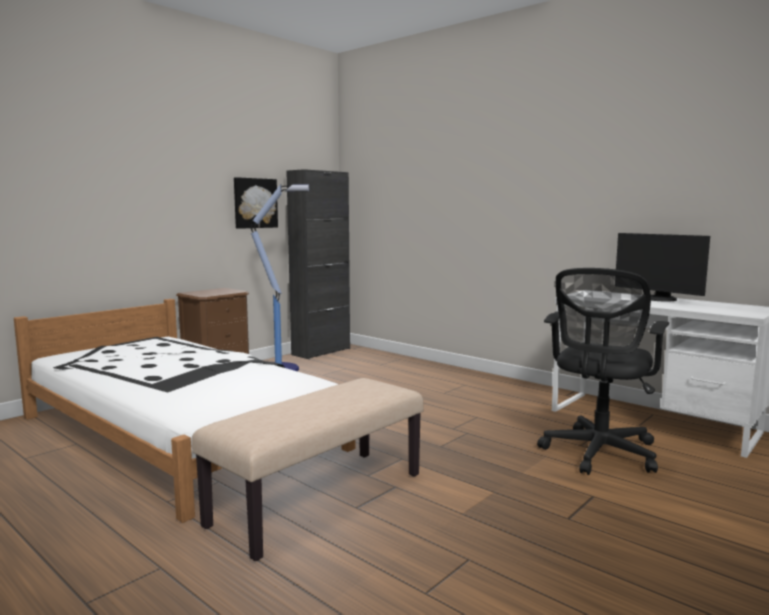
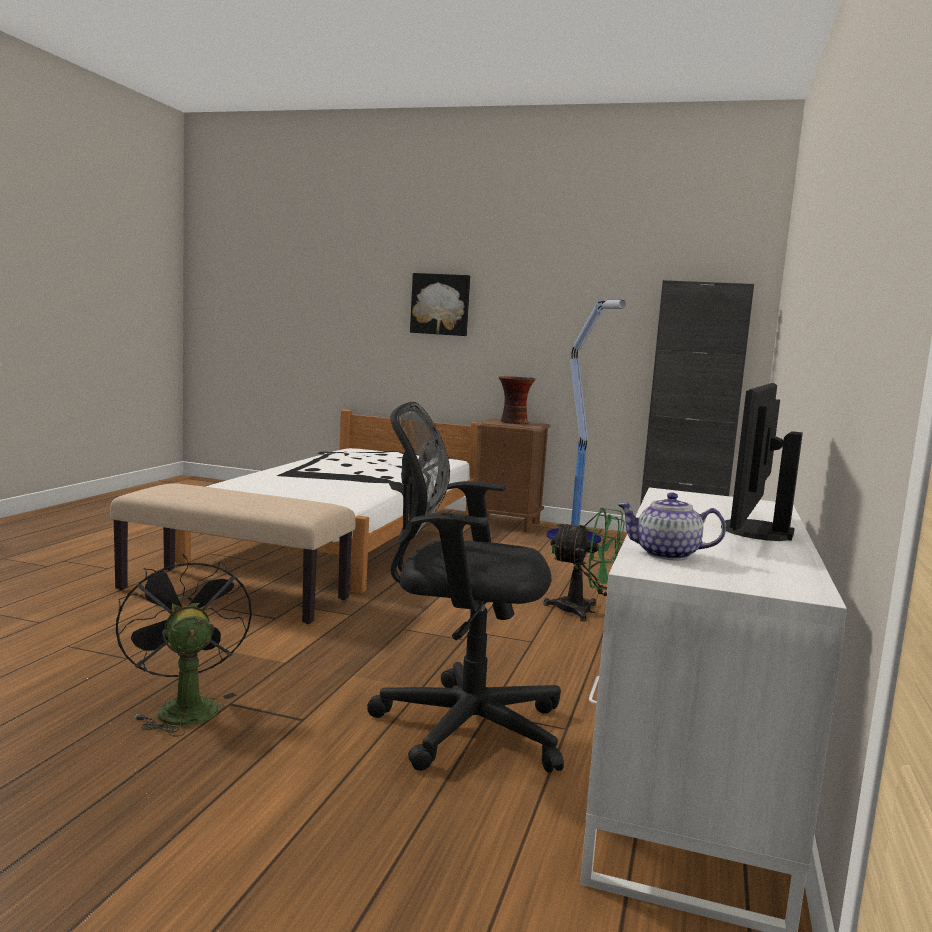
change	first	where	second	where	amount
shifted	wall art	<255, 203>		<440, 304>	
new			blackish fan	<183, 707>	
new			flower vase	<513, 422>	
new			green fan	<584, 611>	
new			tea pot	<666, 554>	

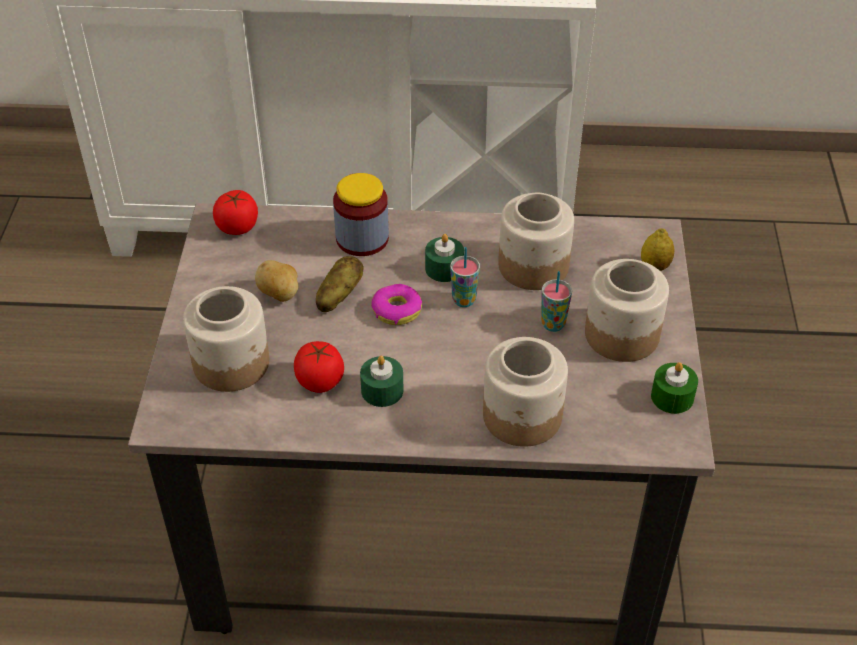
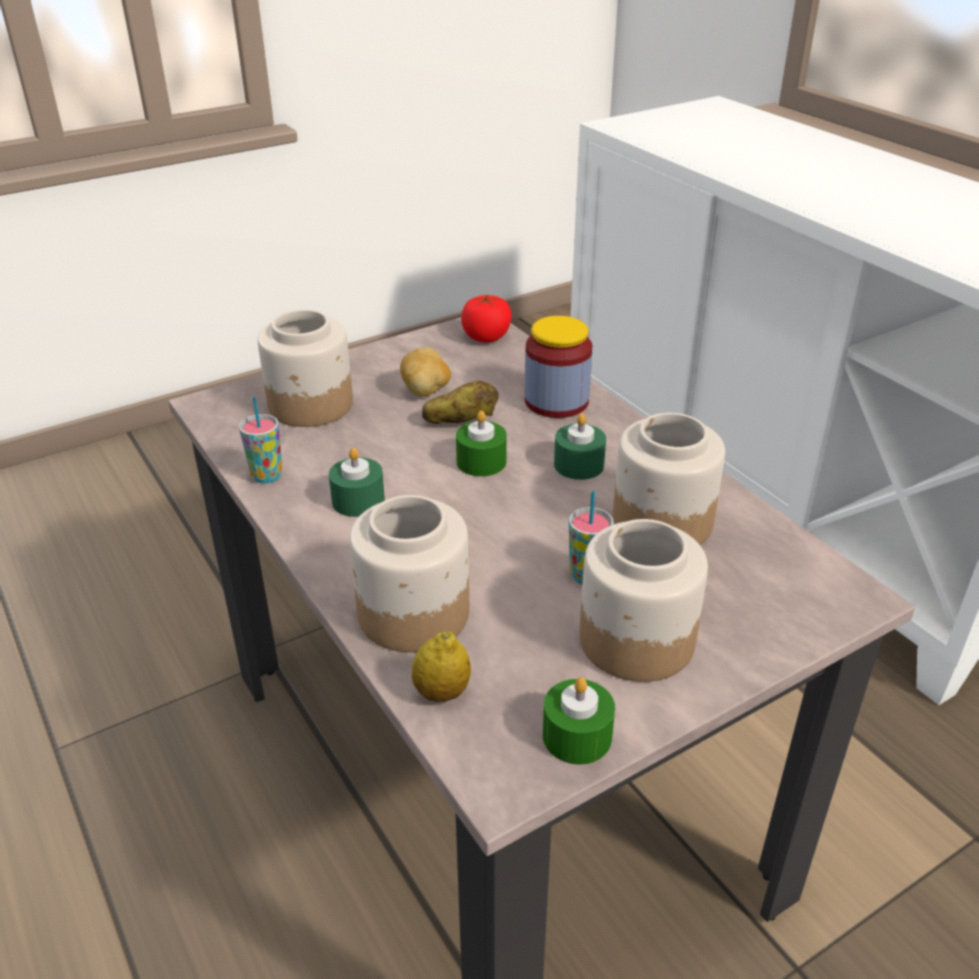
change	first	where	second	where	amount
gone	whole tomato	<320, 380>			
swapped	ring doughnut	<396, 310>	green wax light	<481, 462>	
shifted	drinking cup	<464, 300>		<267, 476>	
shifted	citrus fruit	<655, 266>		<442, 692>	

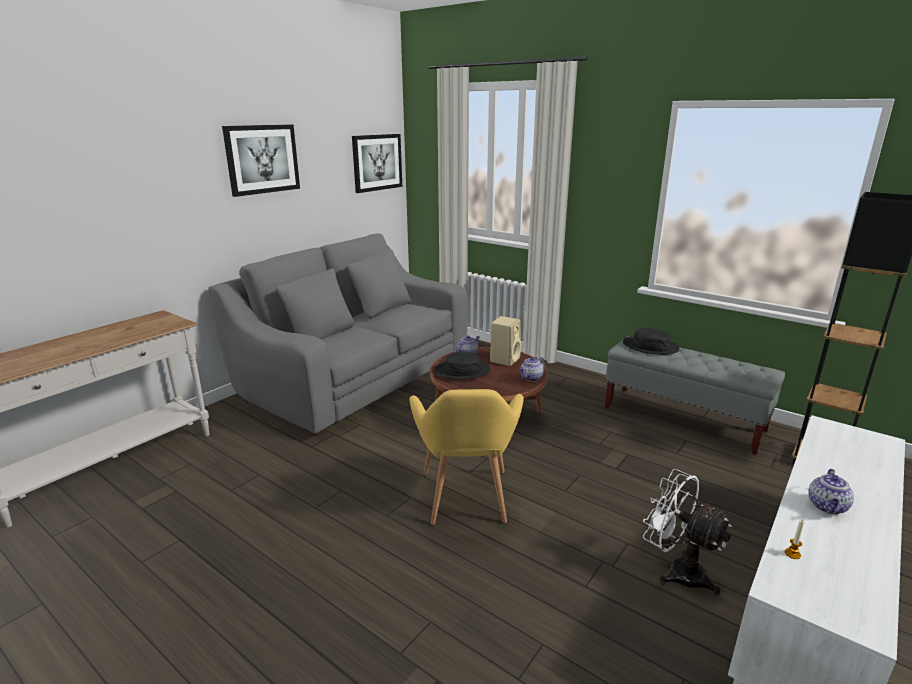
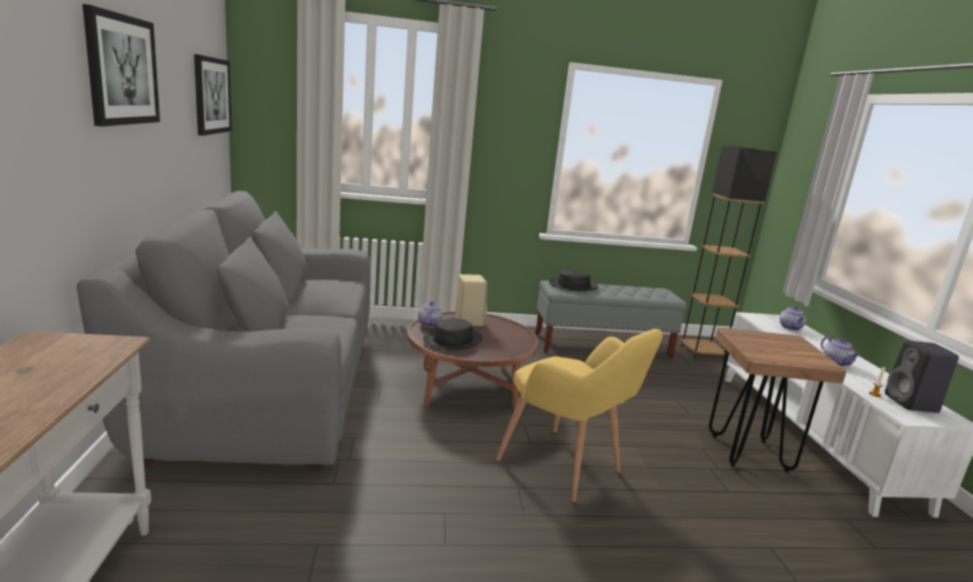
change	first	where	second	where	amount
shifted	tea pot	<531, 378>		<790, 328>	
swapped	whitish fan	<677, 571>	brown-coloured sitting stool	<749, 453>	
new			blackish audio speaker	<912, 404>	

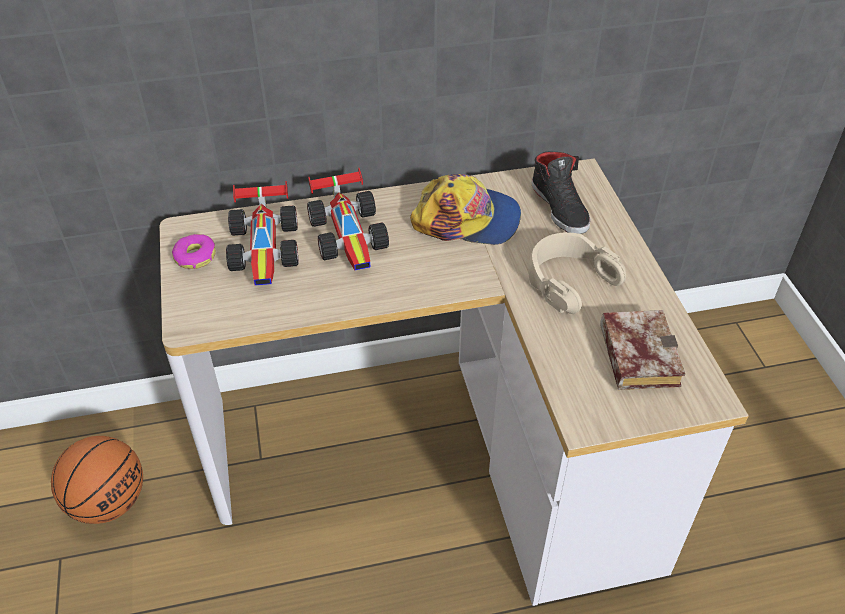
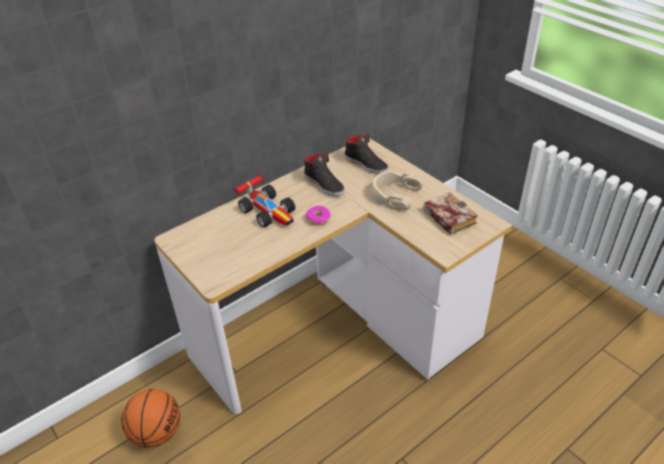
change	first	where	second	where	amount
shifted	ring doughnut	<195, 257>		<318, 219>	
gone	toy car	<266, 248>			
swapped	peaked cap	<467, 219>	blackish item of footwear	<324, 184>	

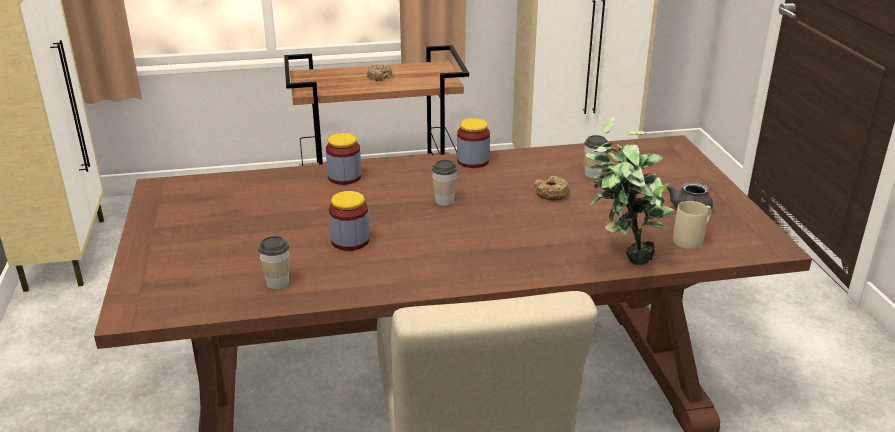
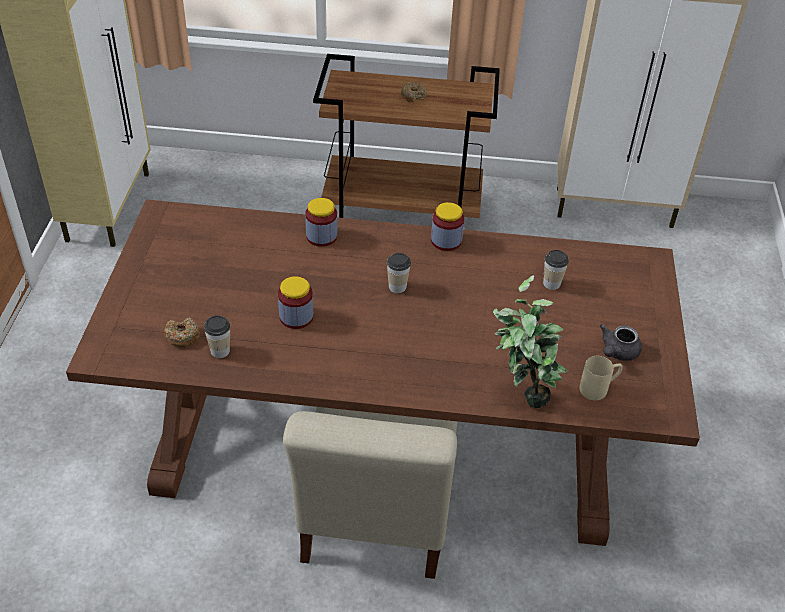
change	first	where	second	where	amount
shifted	ring doughnut	<551, 194>		<182, 336>	

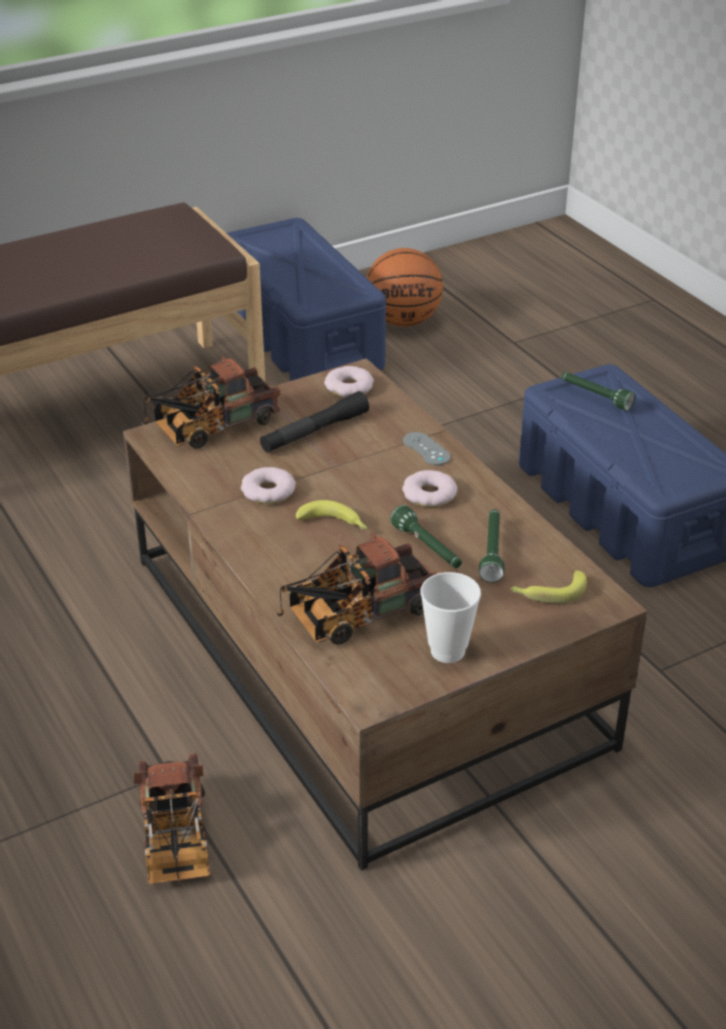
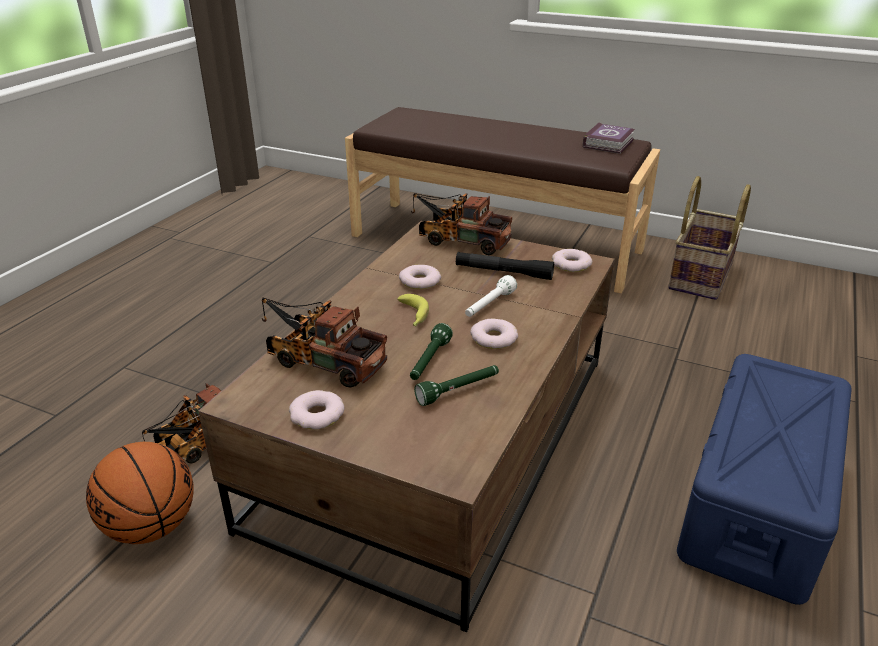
change	first	where	second	where	amount
swapped	blue storage box	<302, 337>	household basket	<702, 276>	
shifted	ball for basketball	<403, 321>		<151, 526>	
gone	grey game controller	<426, 449>			
swapped	drinking cup	<447, 651>	ring doughnut	<317, 415>	
gone	banana fruit	<548, 592>			
gone	green hand torch	<595, 396>			
new			whitish hand torch	<489, 305>	
new			book	<609, 143>	

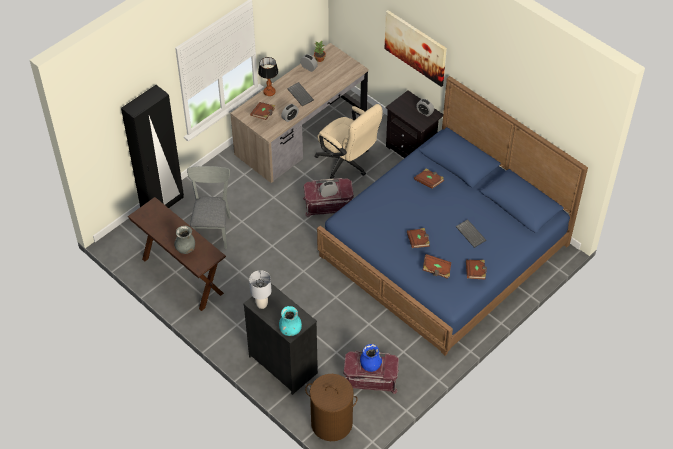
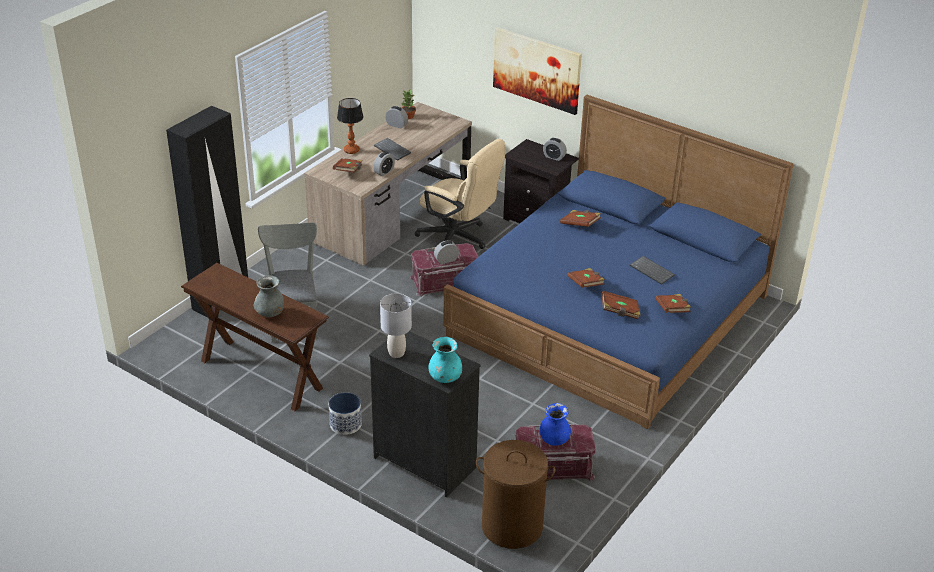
change	first	where	second	where	amount
new			plant pot	<345, 424>	

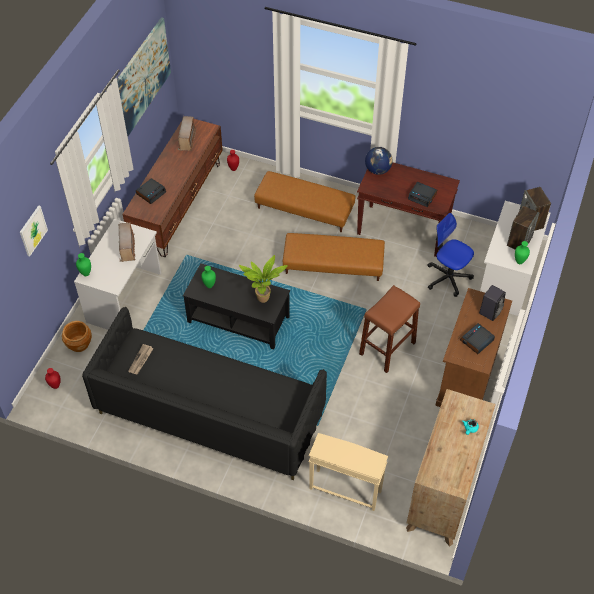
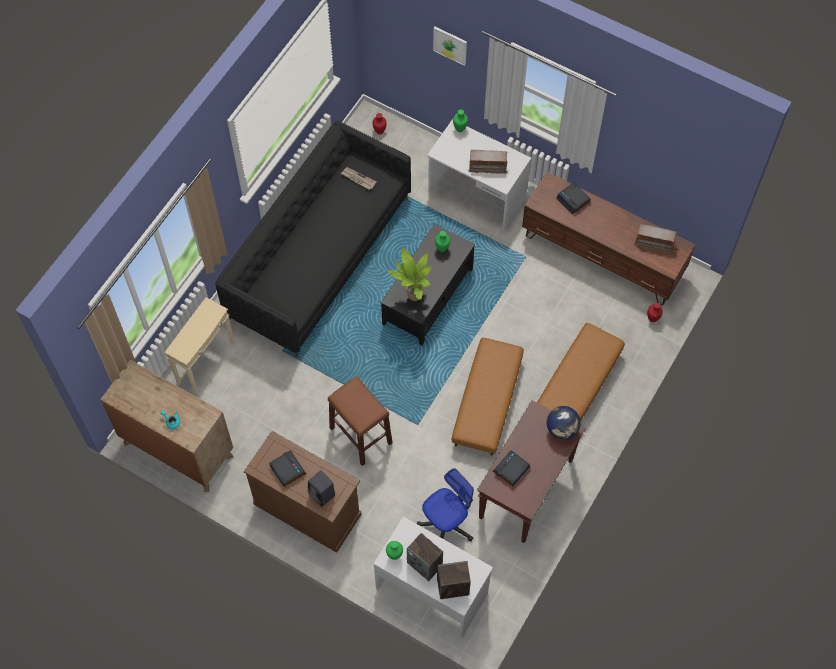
change	first	where	second	where	amount
gone	brown-coloured plant pot	<79, 344>			
gone	wall art	<142, 77>			

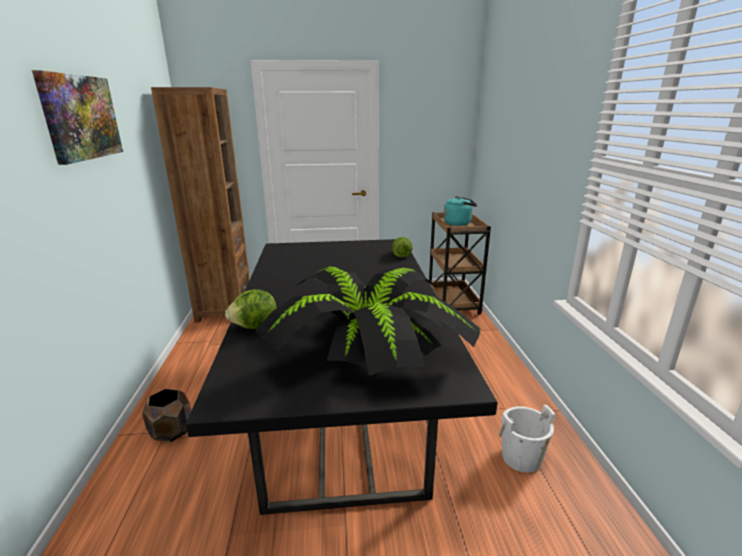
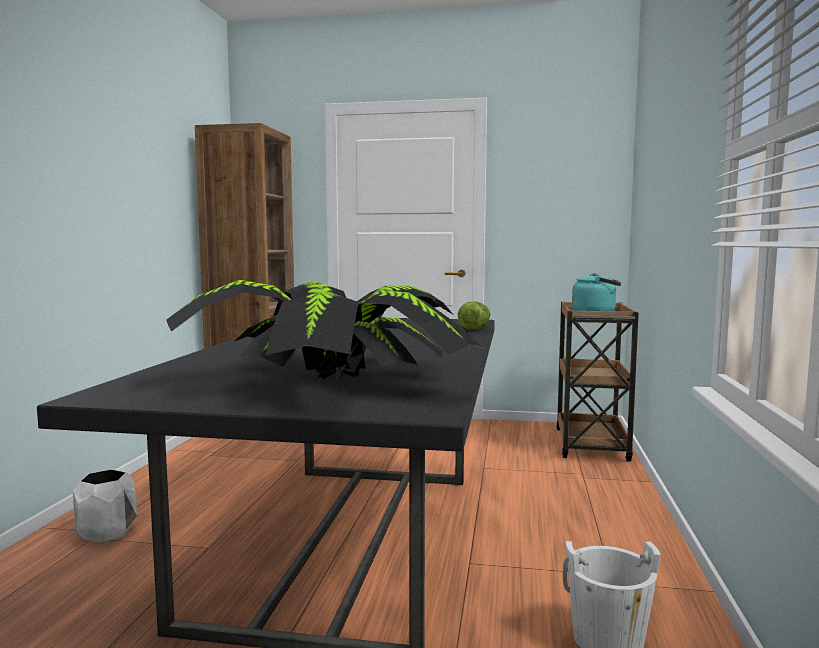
change	first	where	second	where	amount
gone	wall art	<81, 117>			
repainted	brown-coloured plant pot	<172, 431>	whitish plant pot	<107, 532>	
gone	lettuce head	<255, 327>			

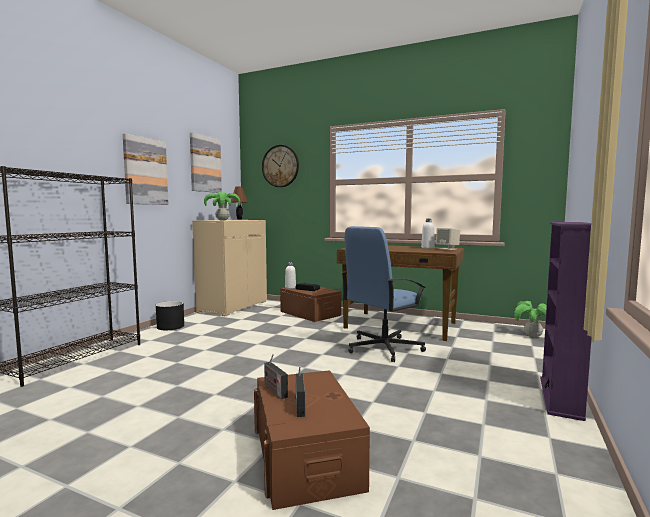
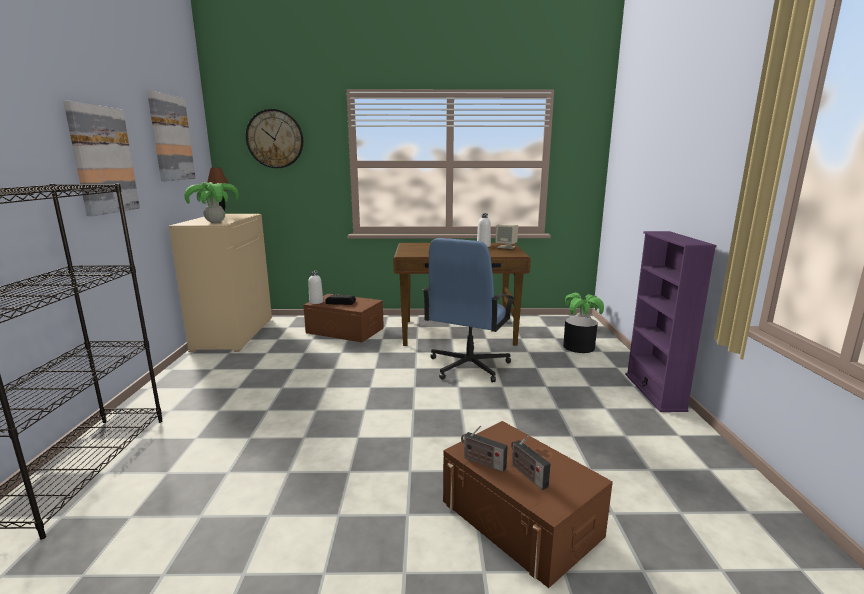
change	first	where	second	where	amount
shifted	blackish plant pot	<170, 326>		<578, 347>	

